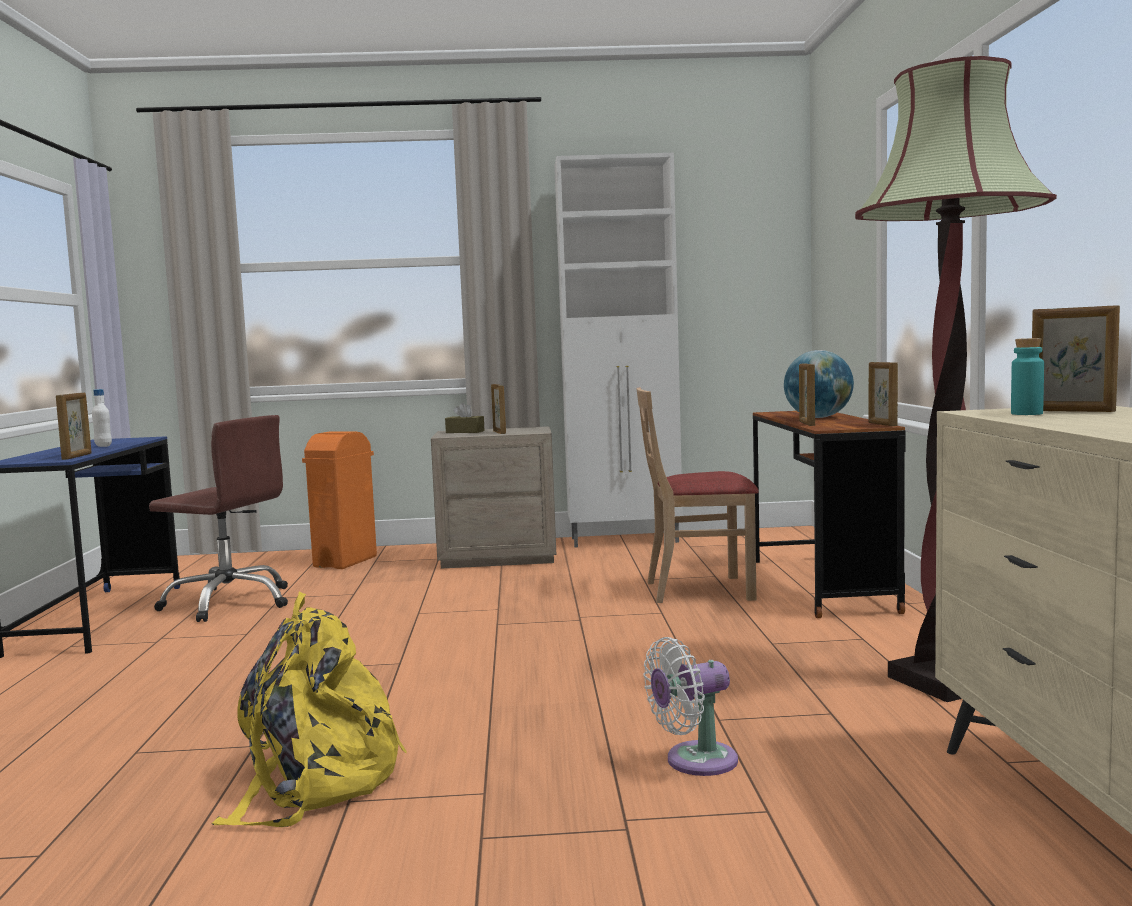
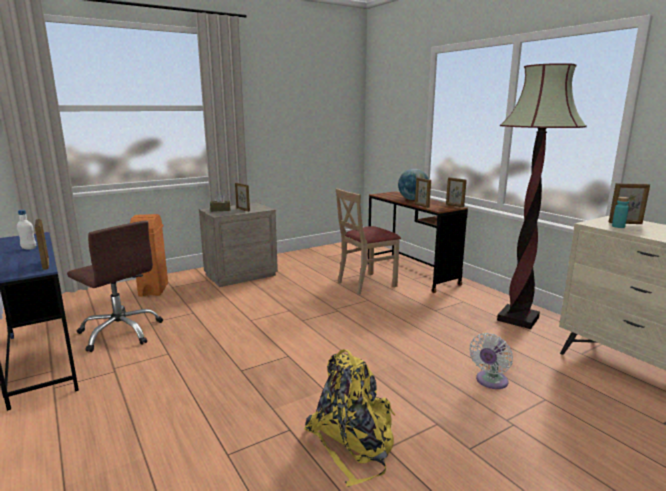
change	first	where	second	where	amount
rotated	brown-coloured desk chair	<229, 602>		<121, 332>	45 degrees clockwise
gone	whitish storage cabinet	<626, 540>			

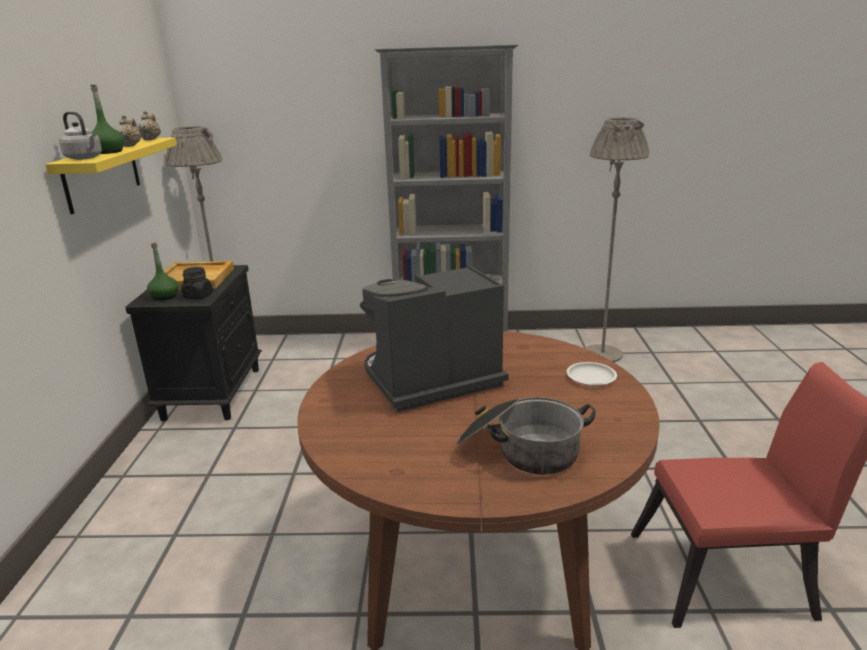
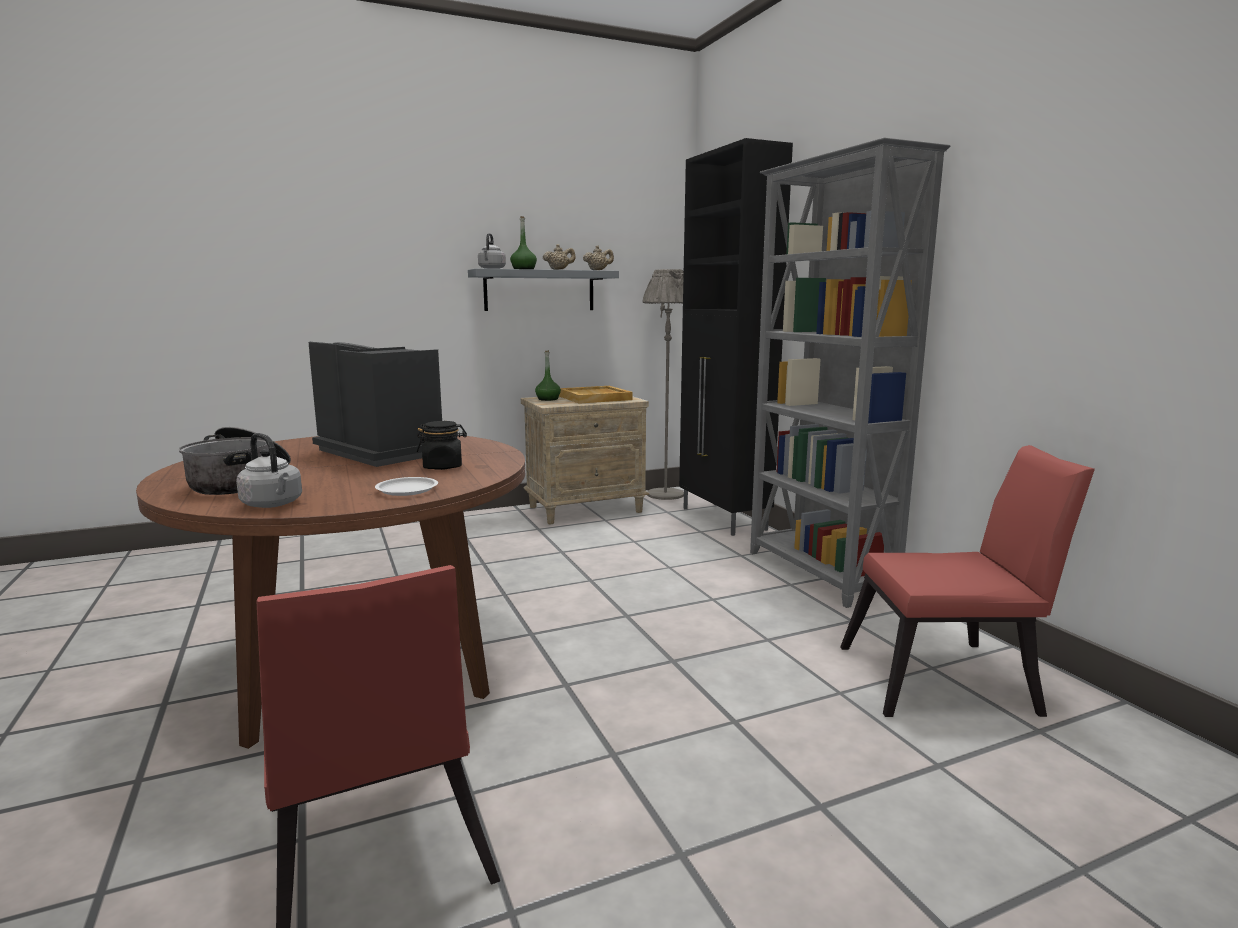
change	first	where	second	where	amount
repainted	yellow-coloured wall shelf	<102, 174>	grey wall shelf	<539, 290>	
repainted	blackish bedside table	<212, 393>	beige bedside table	<586, 509>	
shifted	blackish storage jar	<198, 296>		<443, 466>	
swapped	grey standard lamp	<602, 354>	red upright chair	<949, 680>	
new			grey kettle	<273, 504>	
new			blackish storage cabinet	<723, 519>	

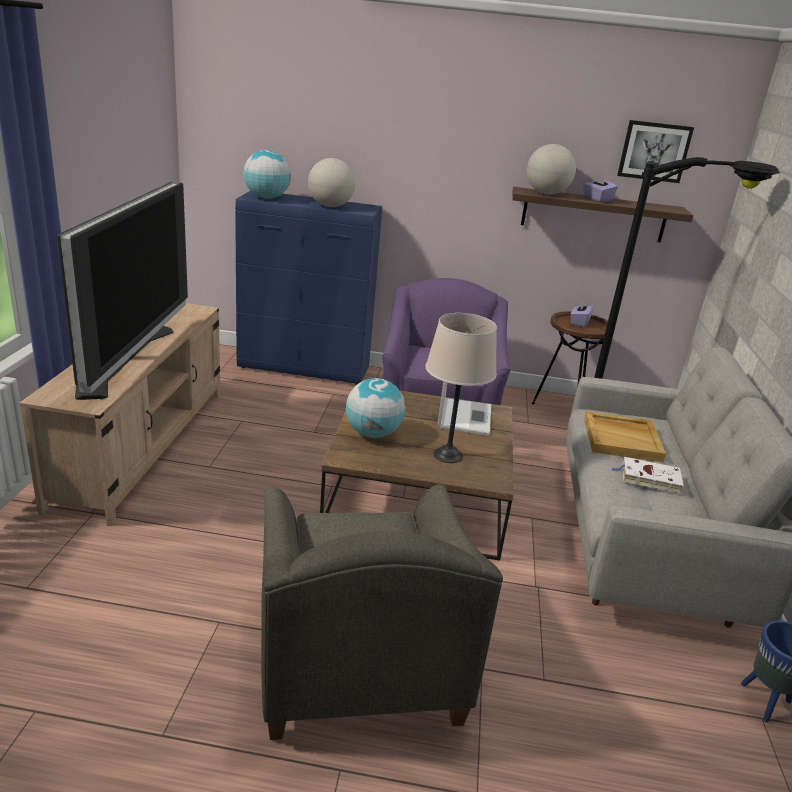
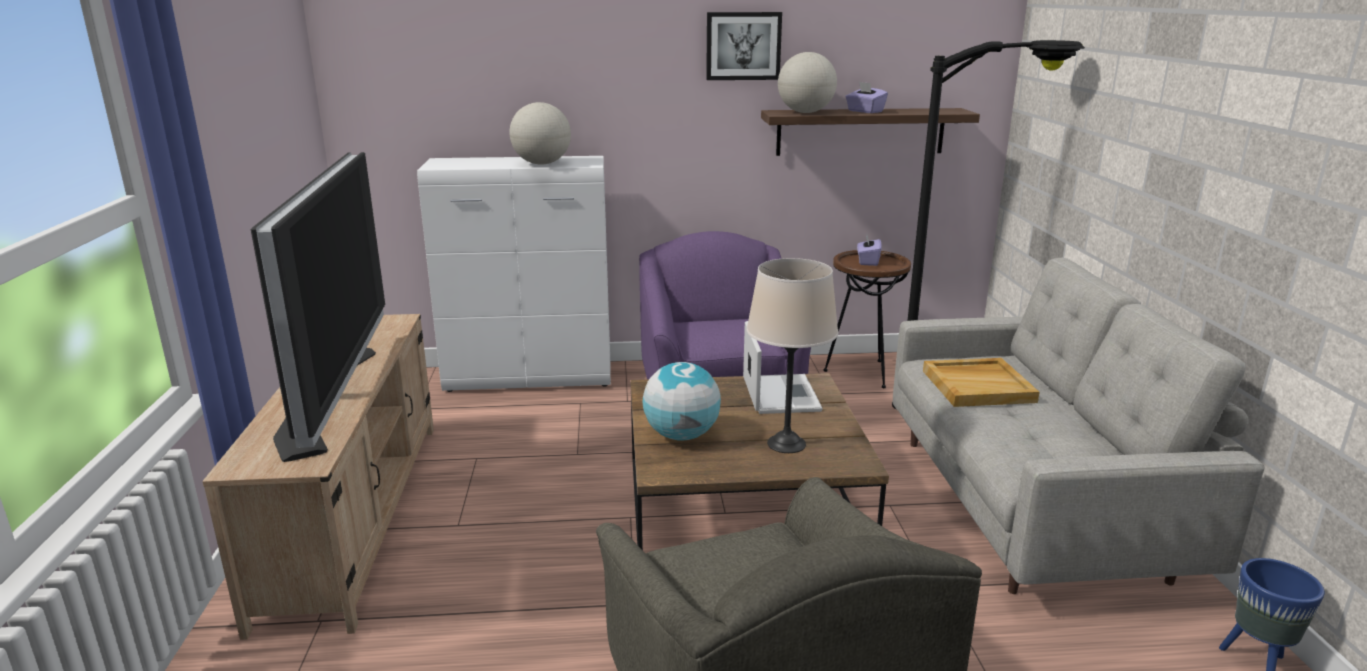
change	first	where	second	where	amount
repainted	blue storage cabinet	<305, 368>	whitish storage cabinet	<531, 378>	
gone	globe	<266, 198>			
gone	whitish book	<648, 478>			
shifted	wall art	<654, 151>		<743, 46>	

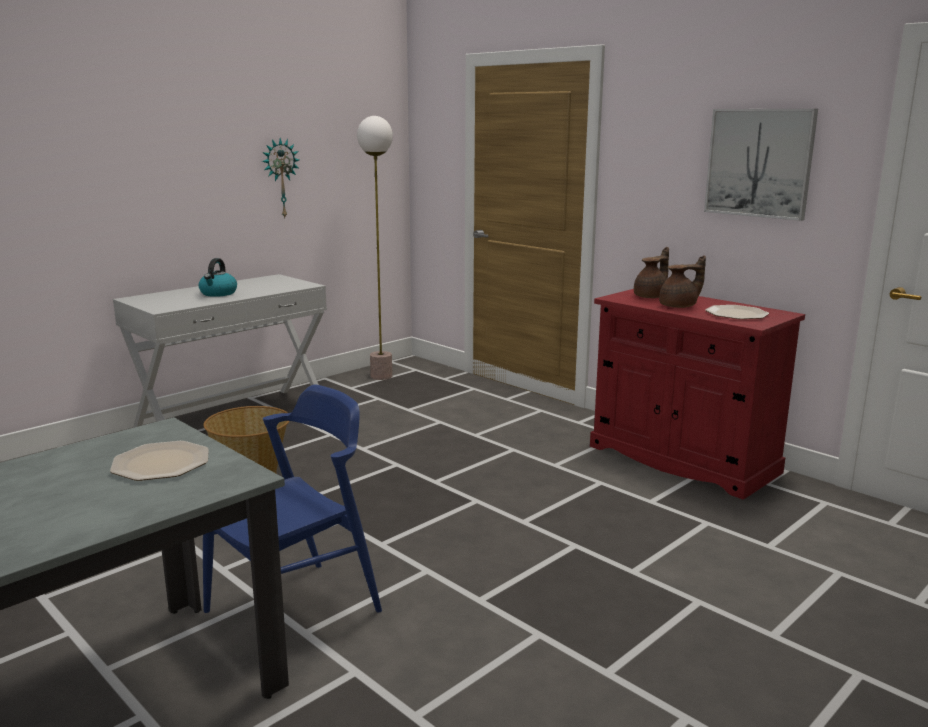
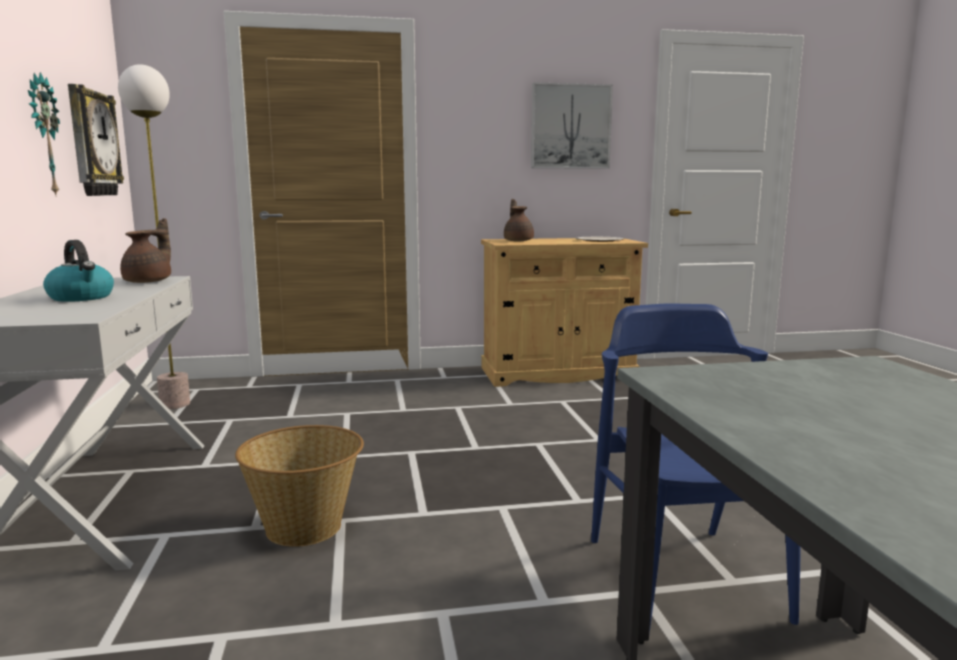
change	first	where	second	where	amount
gone	dinner plate	<162, 463>			
repainted	red storage cabinet	<682, 459>	beige storage cabinet	<558, 373>	
shifted	brown-coloured tea pot	<679, 306>		<150, 281>	
new			hanging clock	<92, 143>	

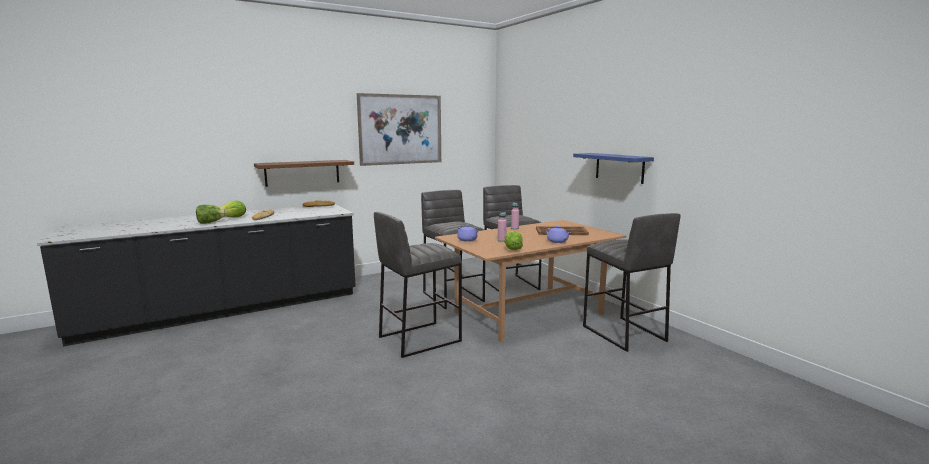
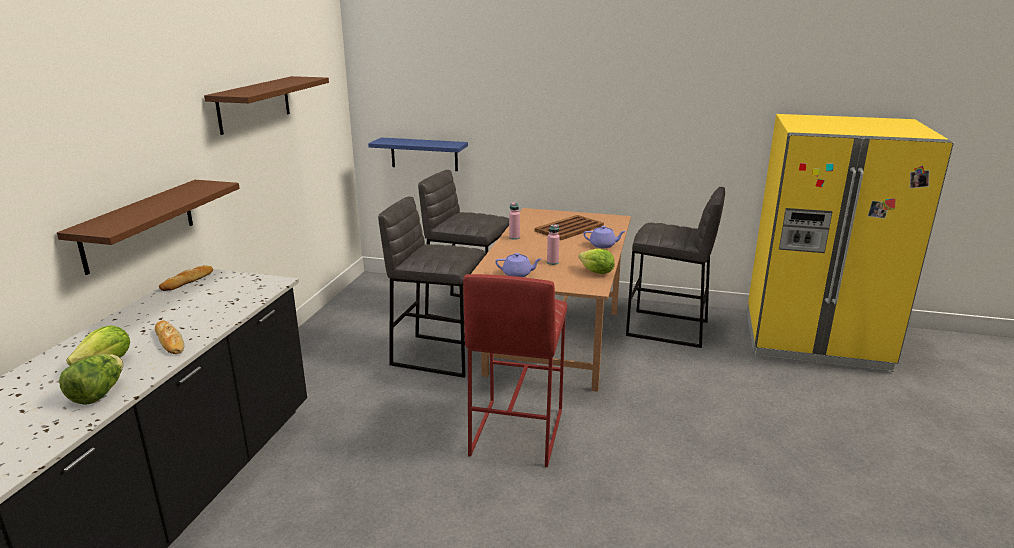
change	first	where	second	where	amount
swapped	wall art	<401, 129>	brown-coloured wall shelf	<254, 104>	
repainted	grey sitting stool	<418, 339>	red sitting stool	<515, 432>	
shifted	blue wall shelf	<619, 167>		<424, 154>	
new			yellow-coloured kitchen fridge	<814, 341>	

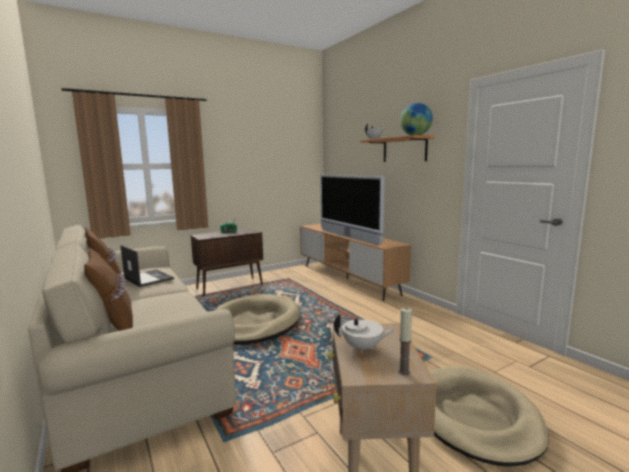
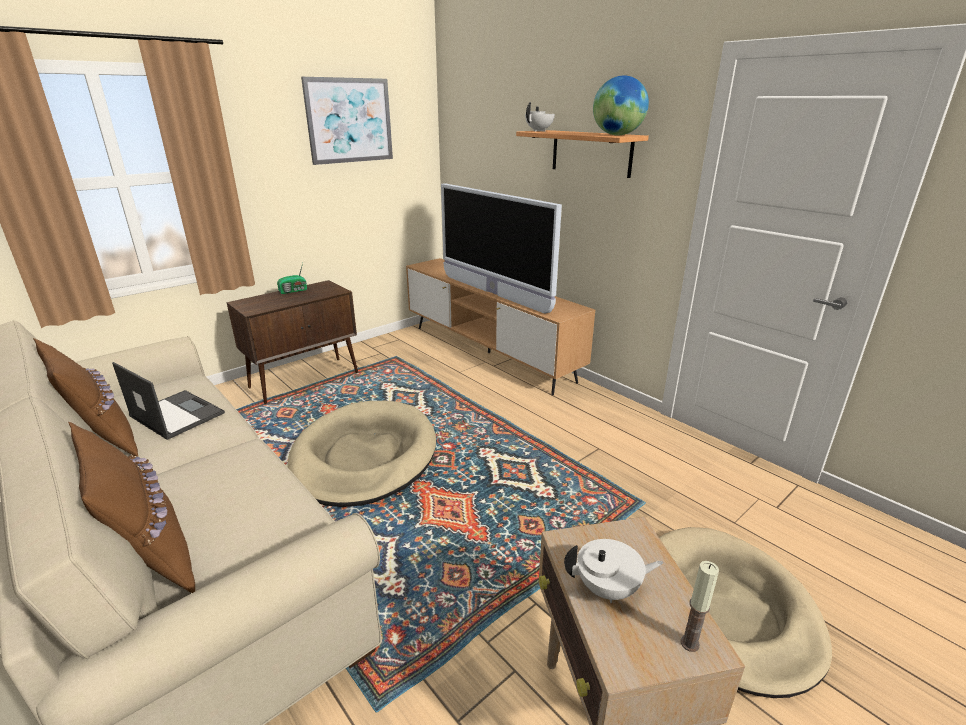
change	first	where	second	where	amount
new			wall art	<349, 120>	

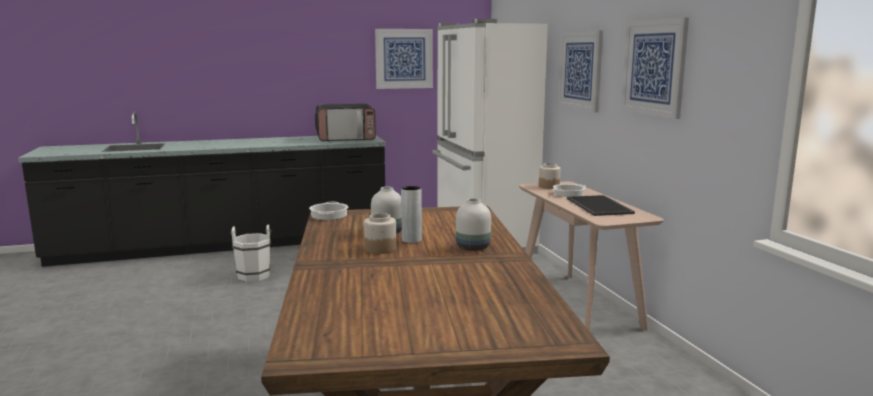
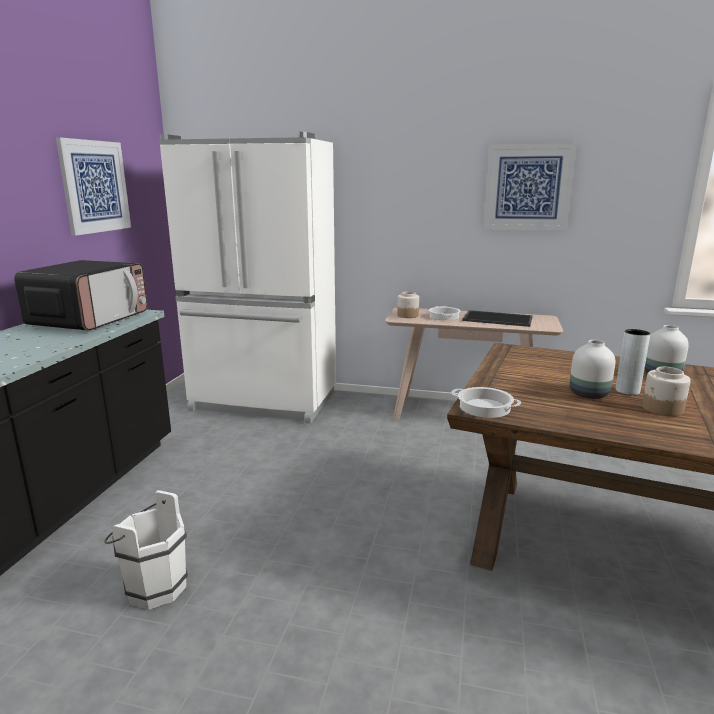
change	first	where	second	where	amount
gone	wall art	<580, 70>			

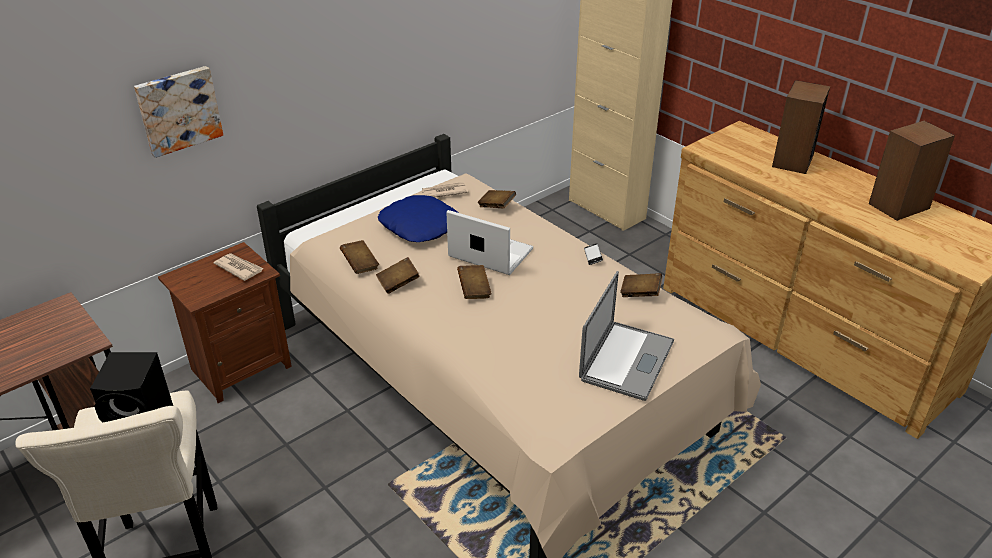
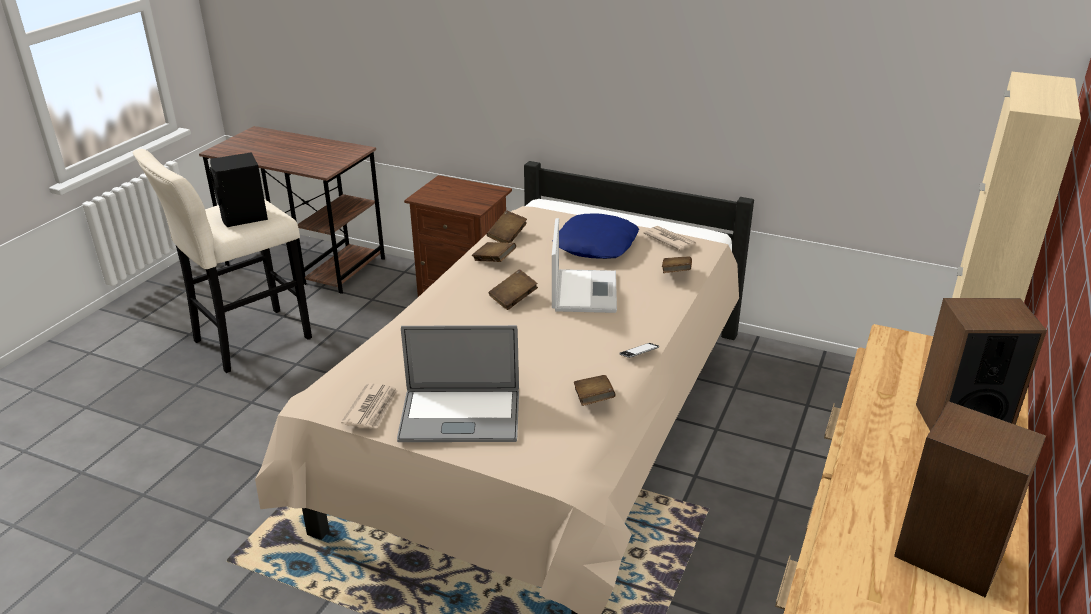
change	first	where	second	where	amount
gone	wall art	<178, 110>			
shifted	daily paper	<239, 268>		<372, 408>	

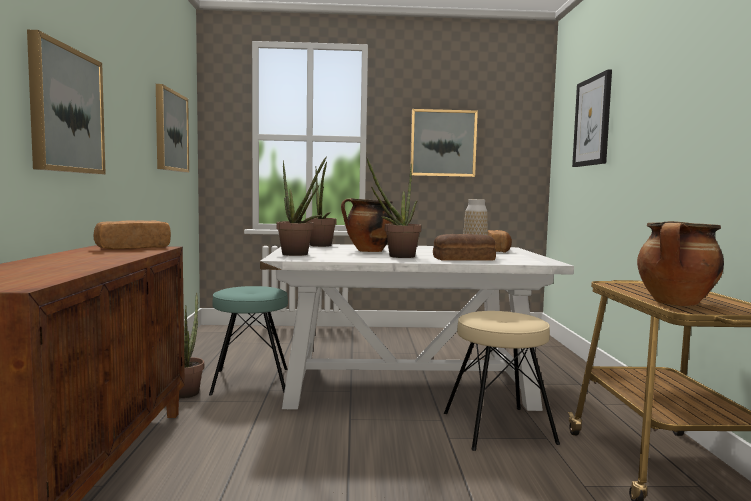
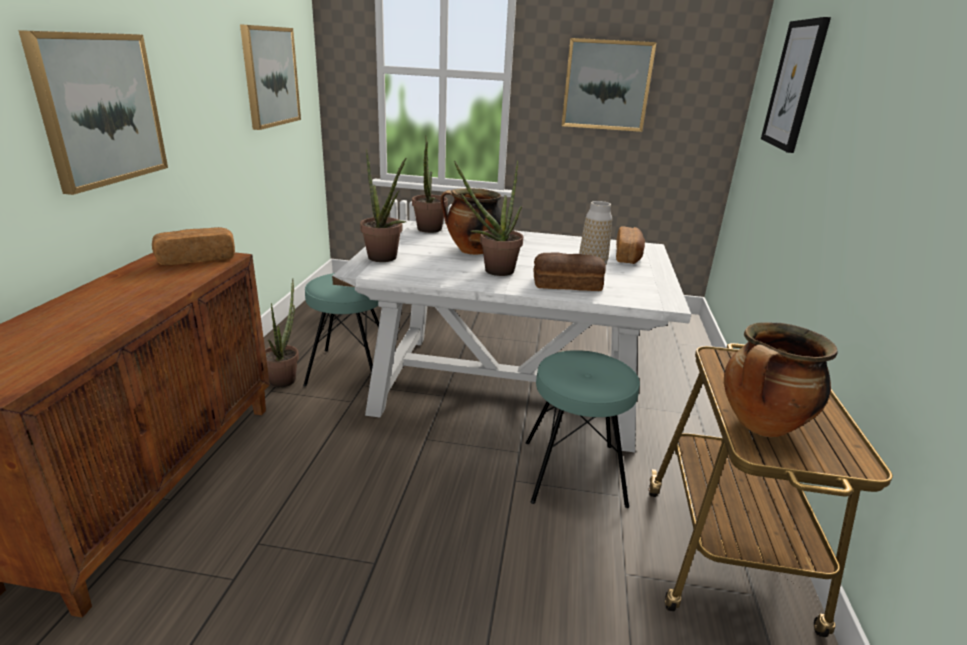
change	first	where	second	where	amount
repainted	beige sitting stool	<498, 428>	turquoise-coloured sitting stool	<573, 472>	

